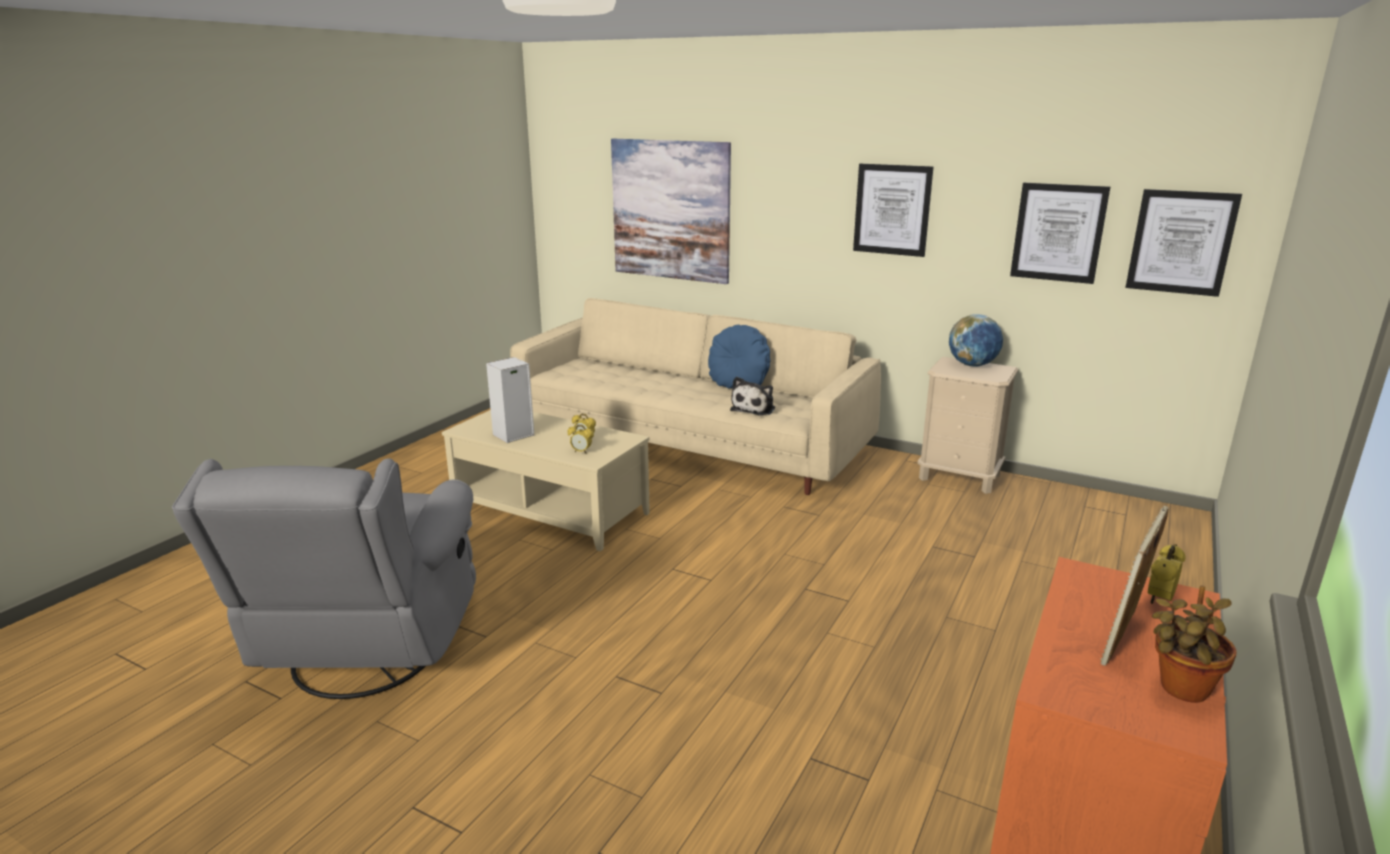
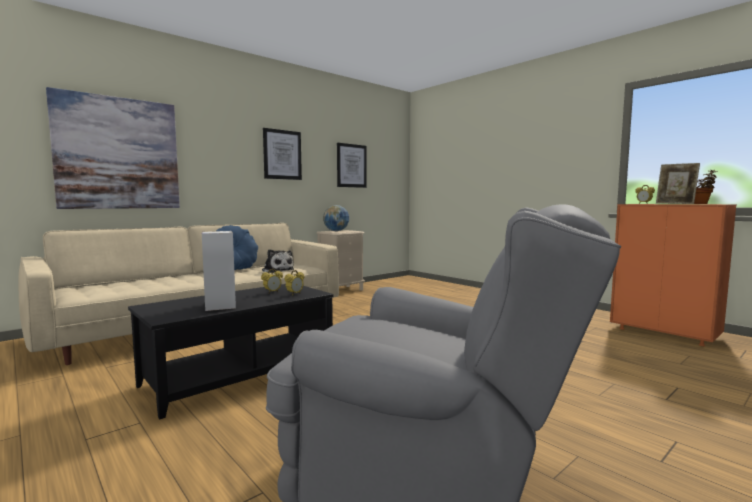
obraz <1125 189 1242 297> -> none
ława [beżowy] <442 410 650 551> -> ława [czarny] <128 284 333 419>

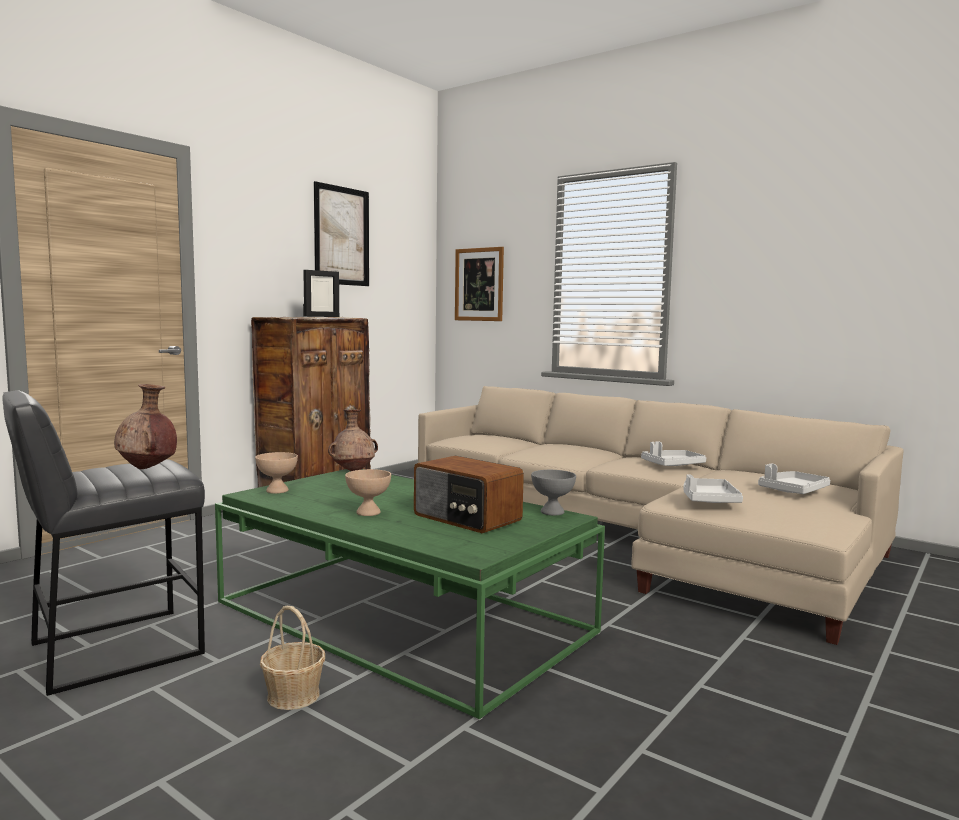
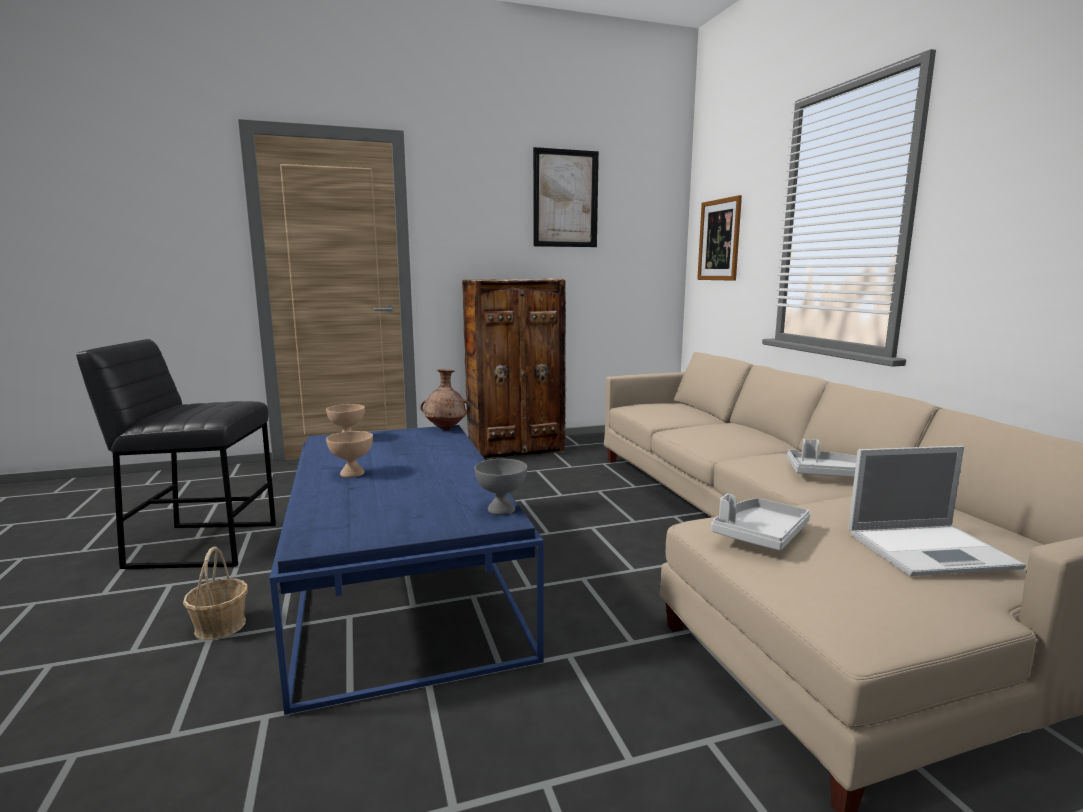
wazon [brązowy] <114 384 177 469> -> none
ramka na zdjęcie <303 270 339 317> -> none
radio <414 456 524 533> -> none
taca [szary] <758 464 830 494> -> laptop <848 446 1026 576>
ława [zielony] <215 469 605 720> -> ława [niebieski] <269 425 544 716>

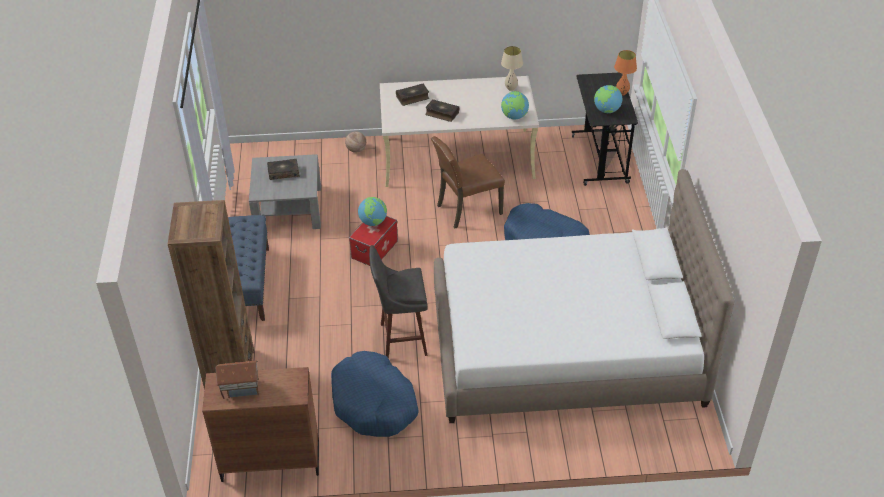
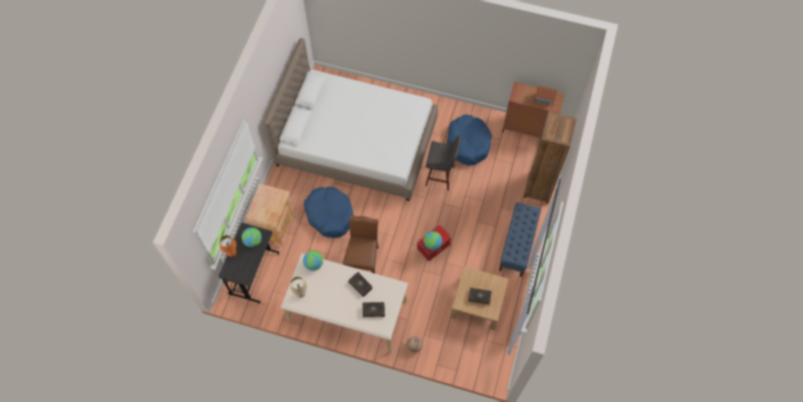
none -> wózek [brązowy] <245 184 294 248>
ława [szary] <249 154 321 229> -> ława [brązowy] <450 266 508 330>
krzesło [brązowy] <431 136 505 228> -> krzesło [brązowy] <343 215 379 273>, 75 degrees counterclockwise

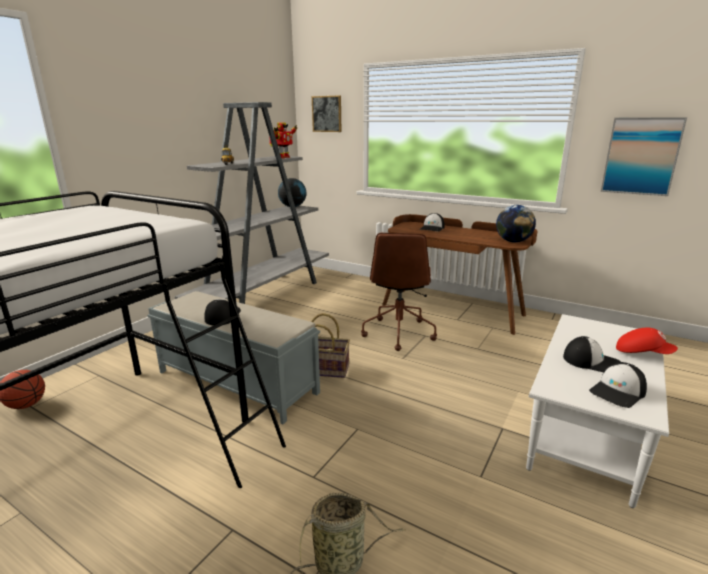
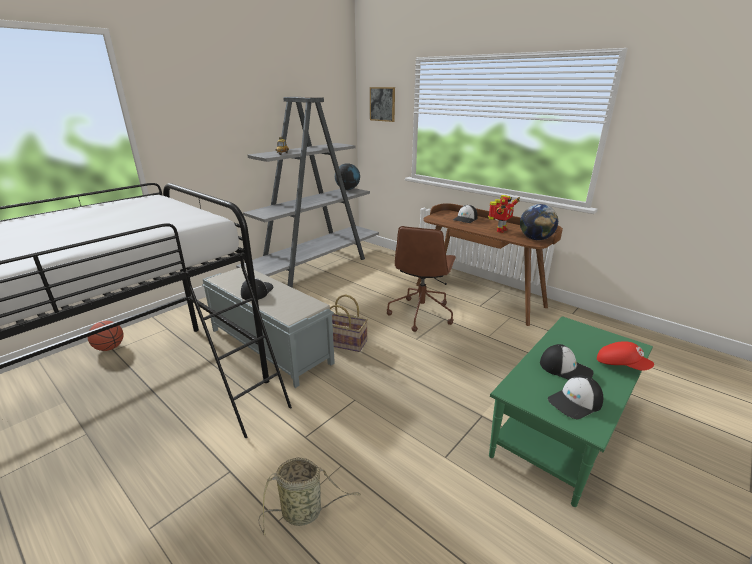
obraz <601 117 687 196> -> none
robot zabawkowy <269 123 297 158> -> robot zabawkowy <488 195 520 233>, move
ława [biały] <526 314 669 508> -> ława [zielony] <489 316 653 507>

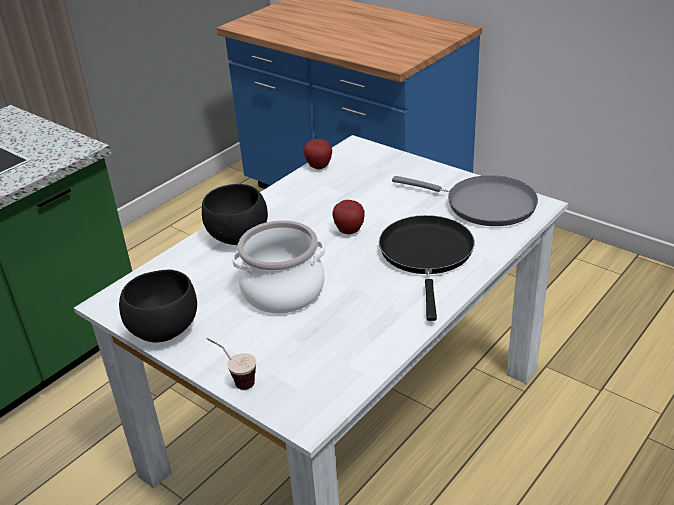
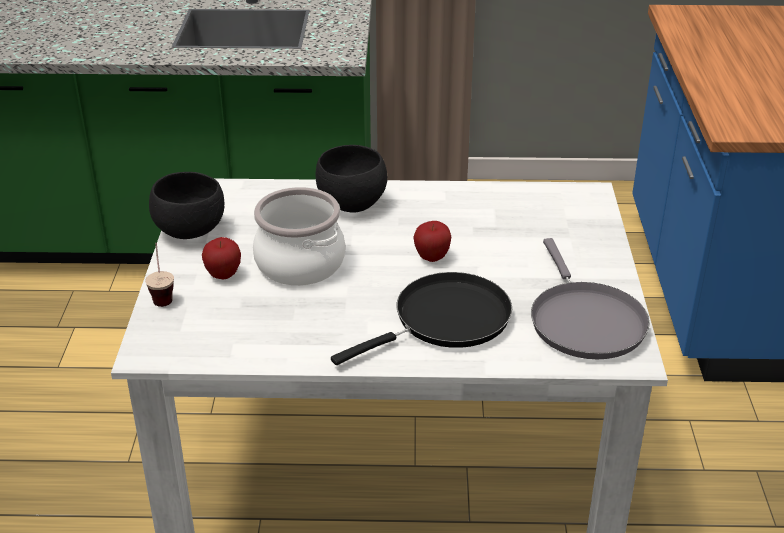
jabłko <304 139 332 169> -> jabłko <202 237 241 279>, move

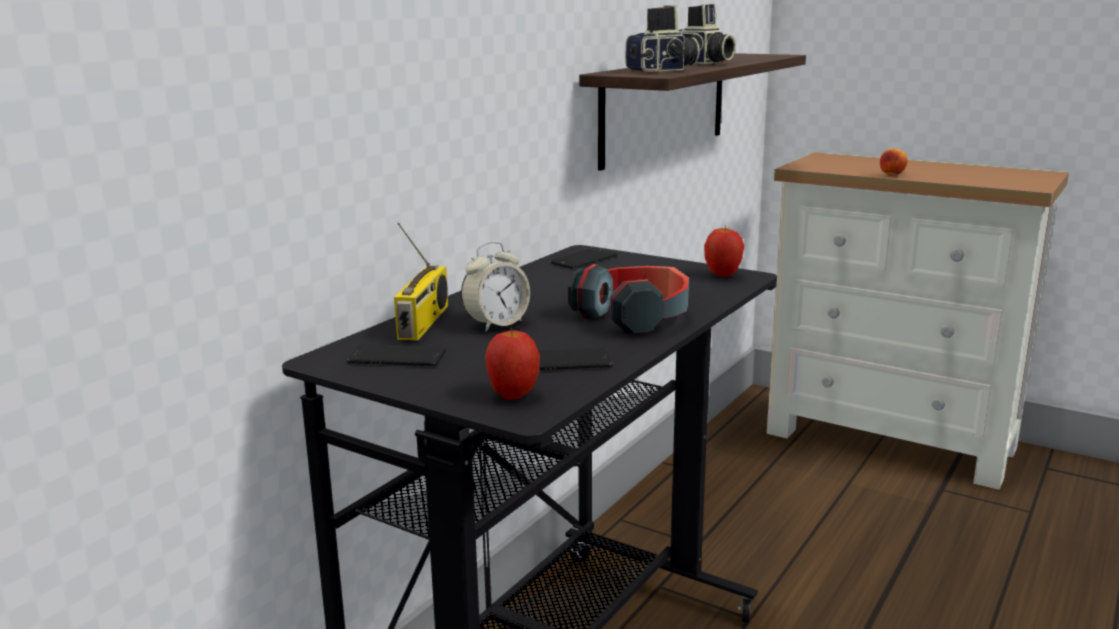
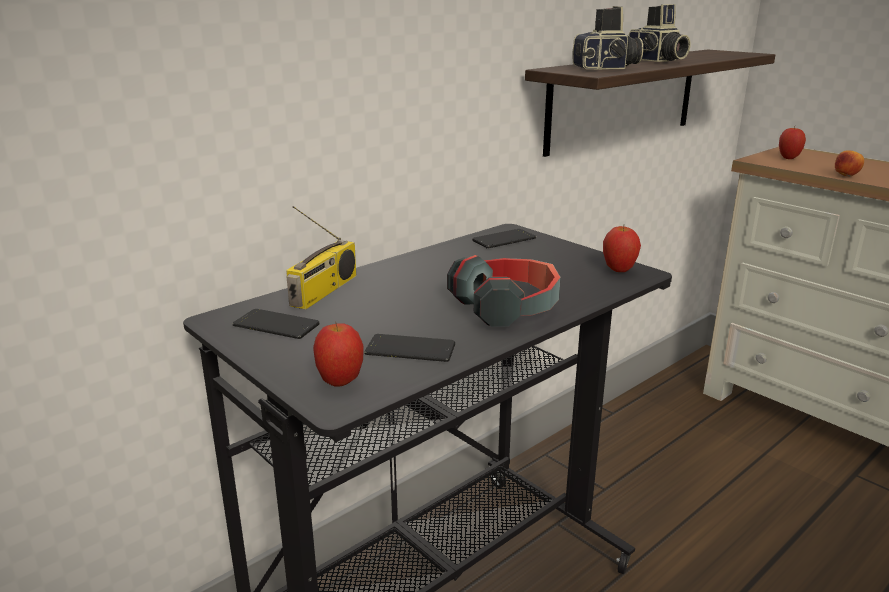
budzik <461 241 530 332> -> none
none -> jabłko <779 127 806 159>

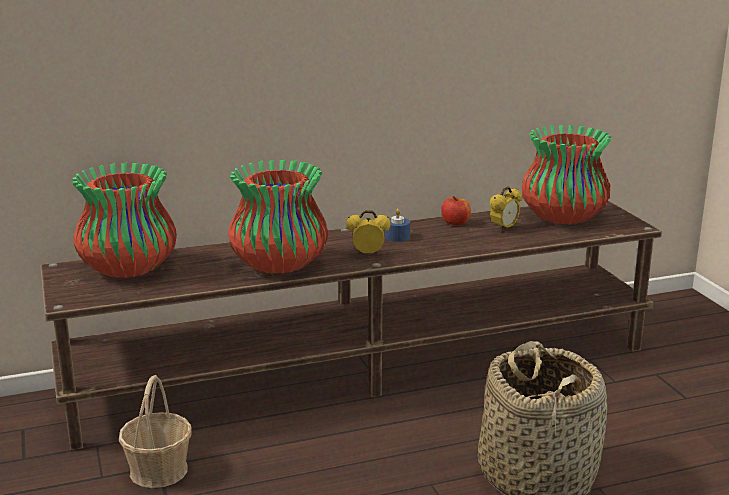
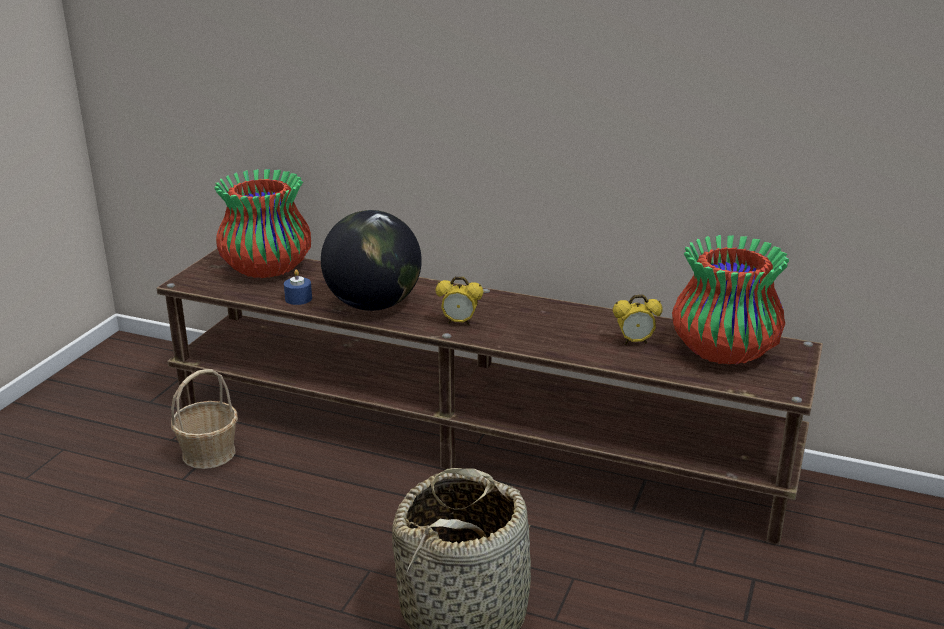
jabłko <441 196 471 225> -> none
świeca [niebieski] <385 209 410 242> -> świeca [niebieski] <284 269 312 305>, move
wazon <228 160 329 274> -> globus <321 210 422 311>
budzik <346 210 391 253> -> budzik <436 277 483 325>, 150 degrees clockwise

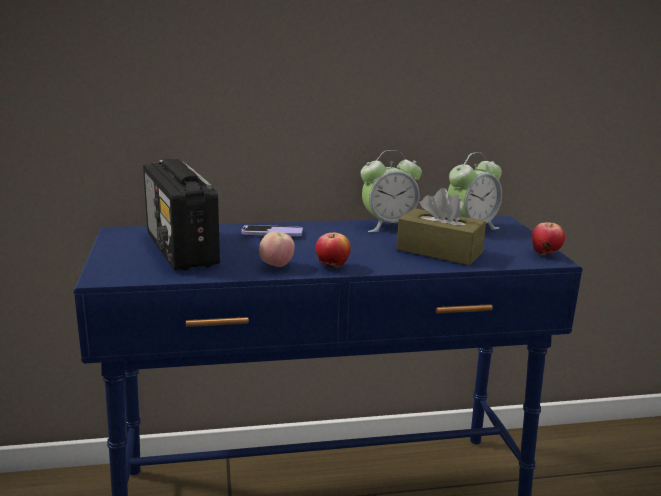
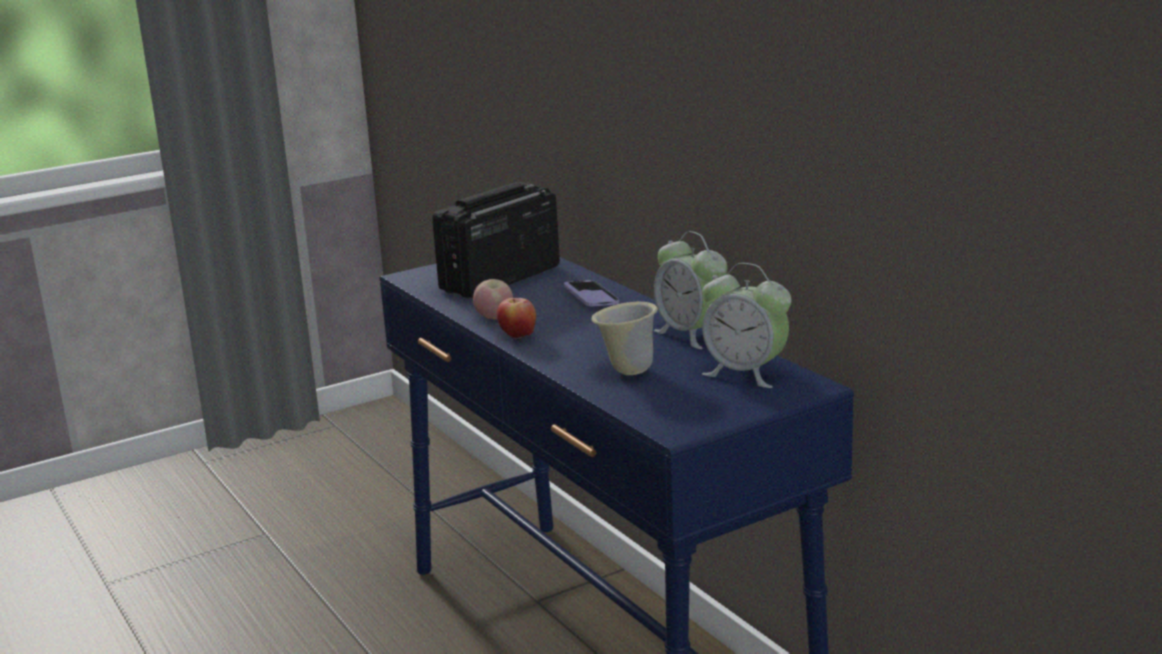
jabłko <532 222 565 255> -> none
pudełko chusteczek [brązowy] <397 188 486 265> -> kubek [beżowy] <591 302 658 375>

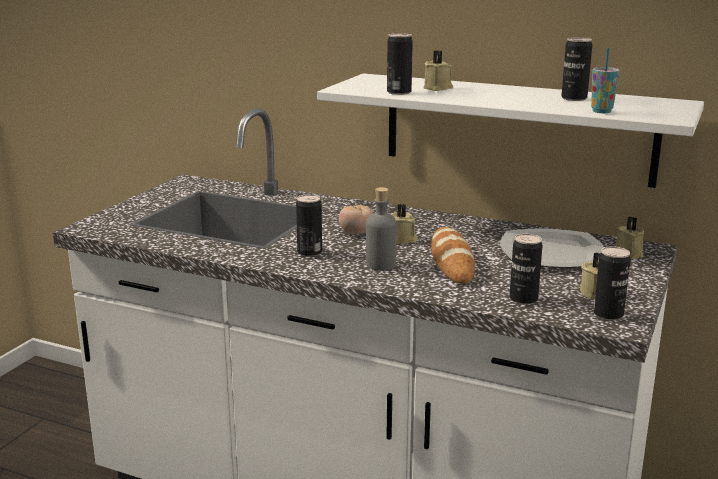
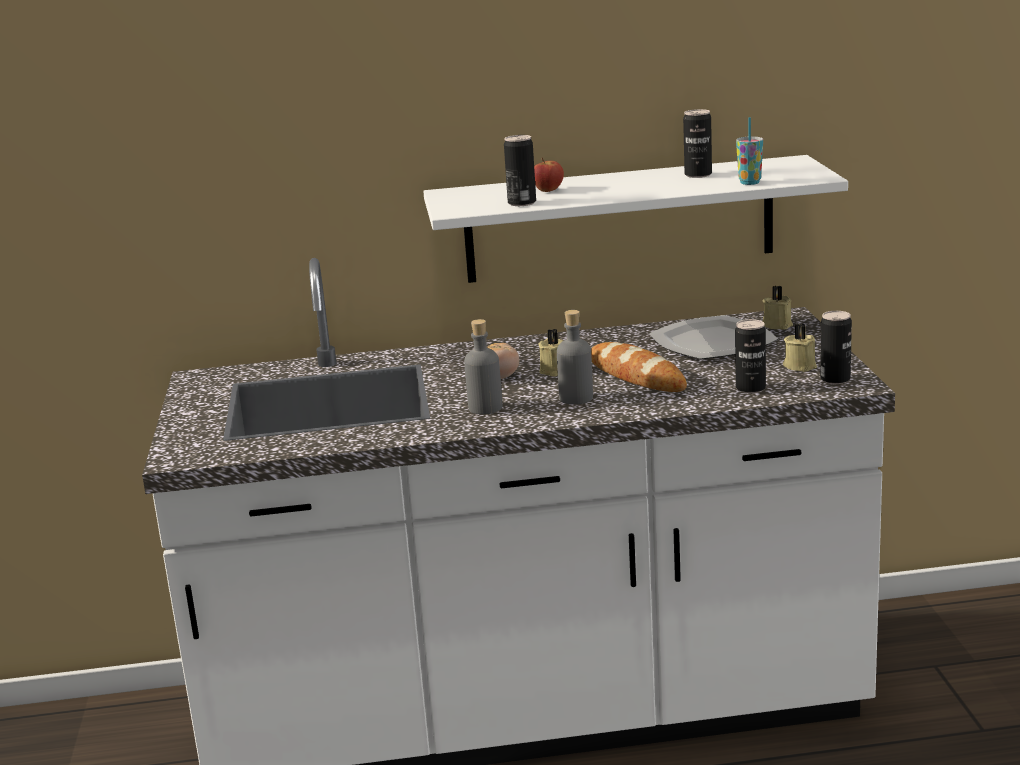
puszka <296 194 322 257> -> butelka [szary] <464 319 502 415>
świeca [beżowy] <424 50 453 91> -> jabłko <534 157 564 192>

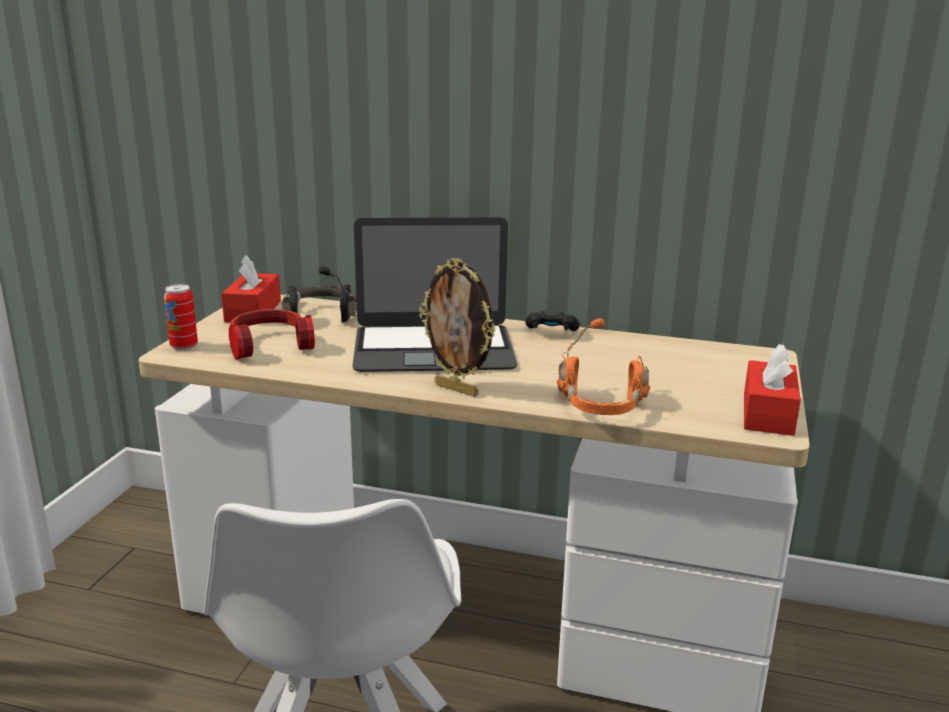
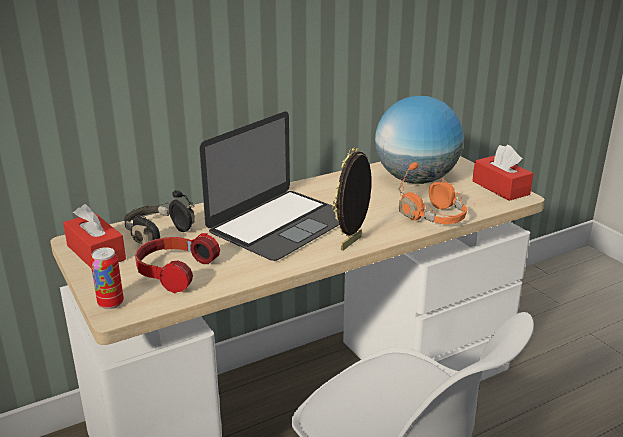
pad do gier [czarny] <525 311 580 331> -> none
none -> globus <375 96 464 184>
ramka na zdjęcie <419 258 496 397> -> ramka na zdjęcie <332 147 372 251>, 135 degrees clockwise

